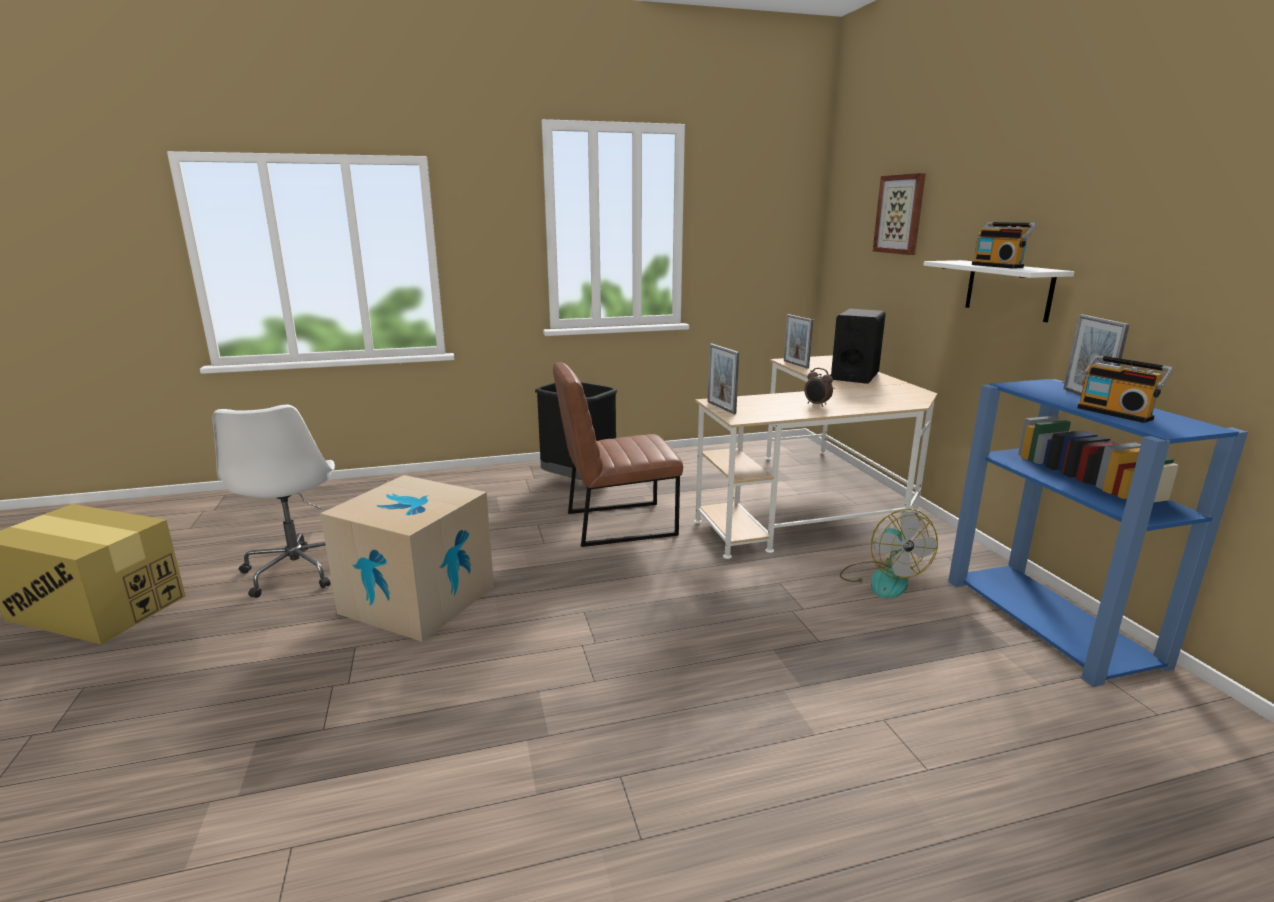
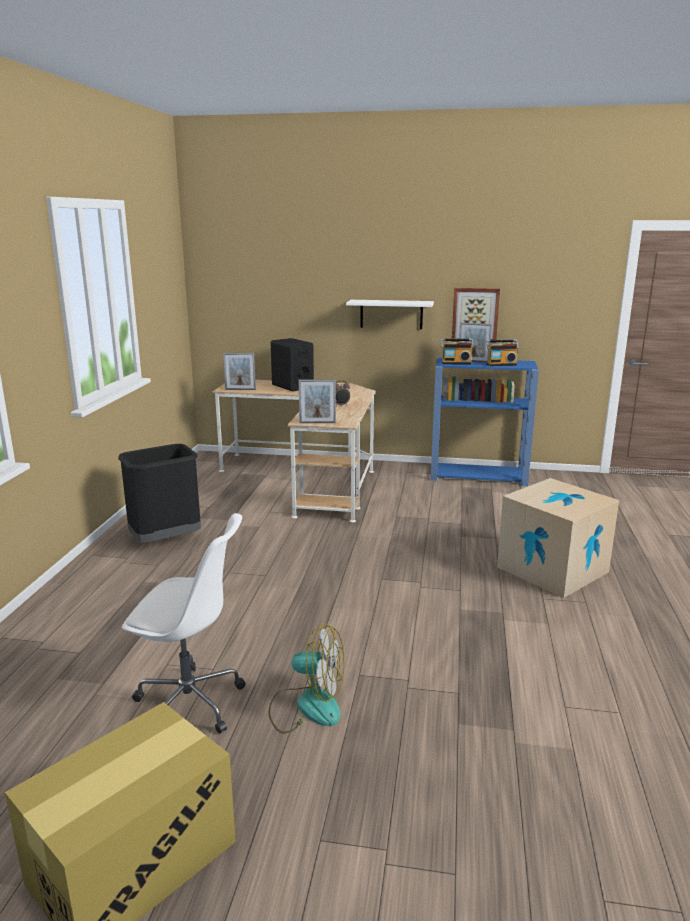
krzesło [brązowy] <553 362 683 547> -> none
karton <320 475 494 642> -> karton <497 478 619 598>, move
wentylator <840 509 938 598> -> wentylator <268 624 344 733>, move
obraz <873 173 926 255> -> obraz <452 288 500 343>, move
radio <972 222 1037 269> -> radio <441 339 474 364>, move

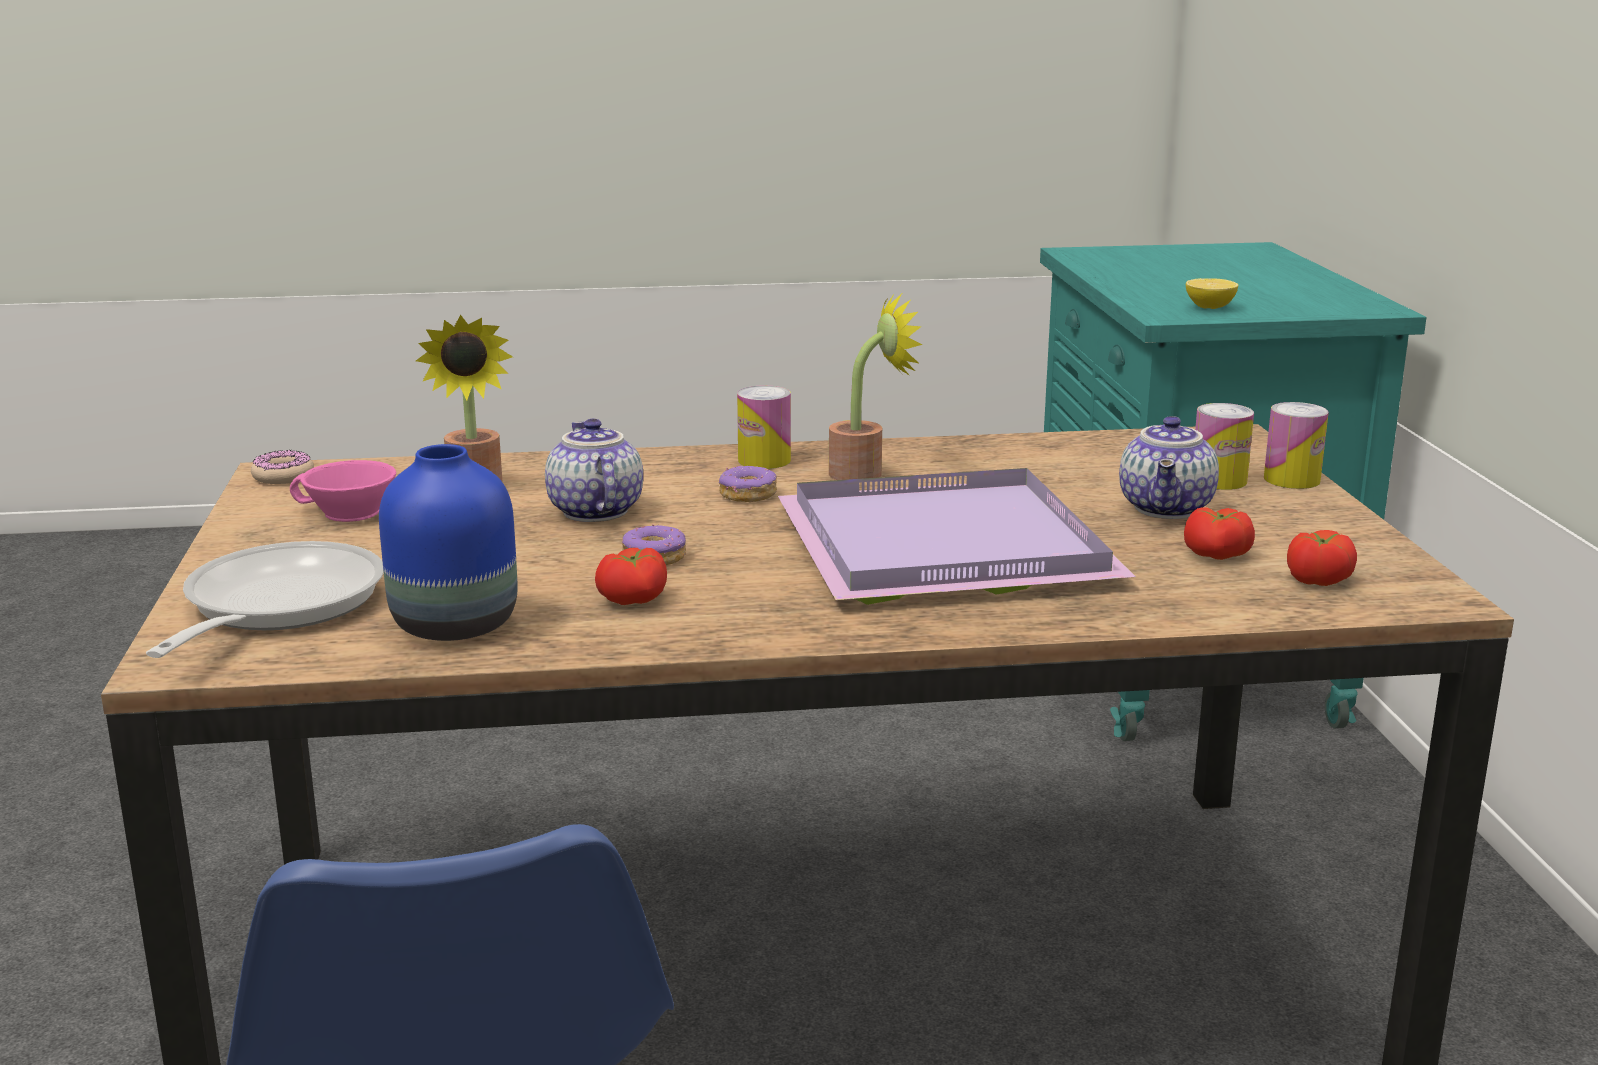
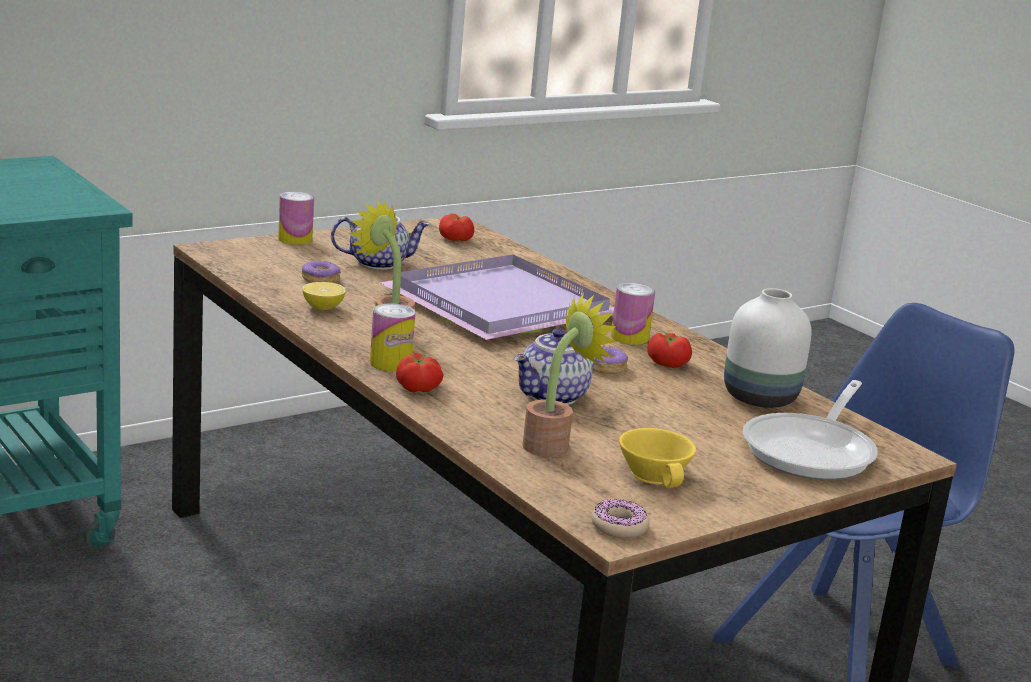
donut <719 466 777 502> -> donut <302 261 341 283>, move
pomidor <1184 507 1255 560> -> pomidor <396 353 444 393>, move
cytryna <1186 278 1238 309> -> cytryna <302 282 346 310>, move
puszka <1195 403 1254 490> -> puszka <611 283 655 345>, move
filiżanka [różowy] <290 460 396 522> -> filiżanka [żółty] <619 428 696 488>
wazon [niebieski] <379 444 518 641> -> wazon [biały] <724 288 812 408>
patelnia <146 541 384 658> -> patelnia <743 380 878 480>, 45 degrees counterclockwise

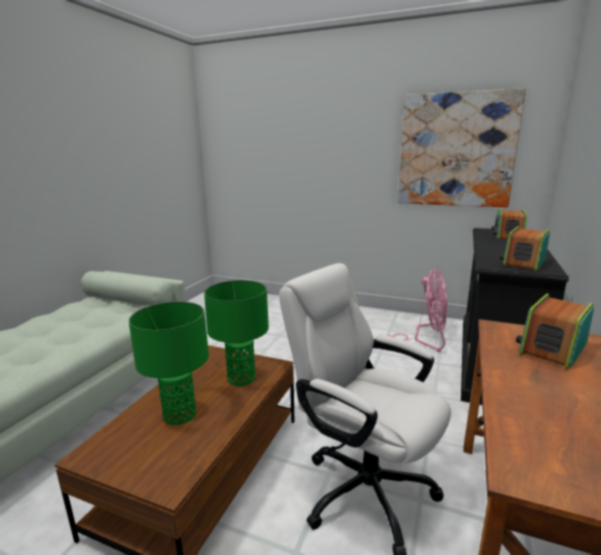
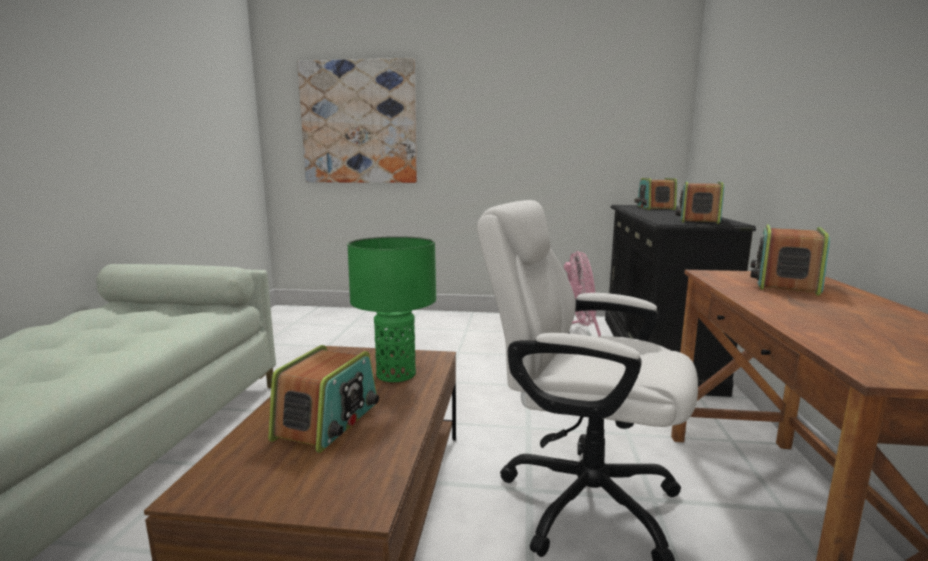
obraz <398 88 526 207> -> obraz <297 58 417 183>, move
lampa stołowa [zielony] <129 301 209 425> -> radio <268 345 379 453>

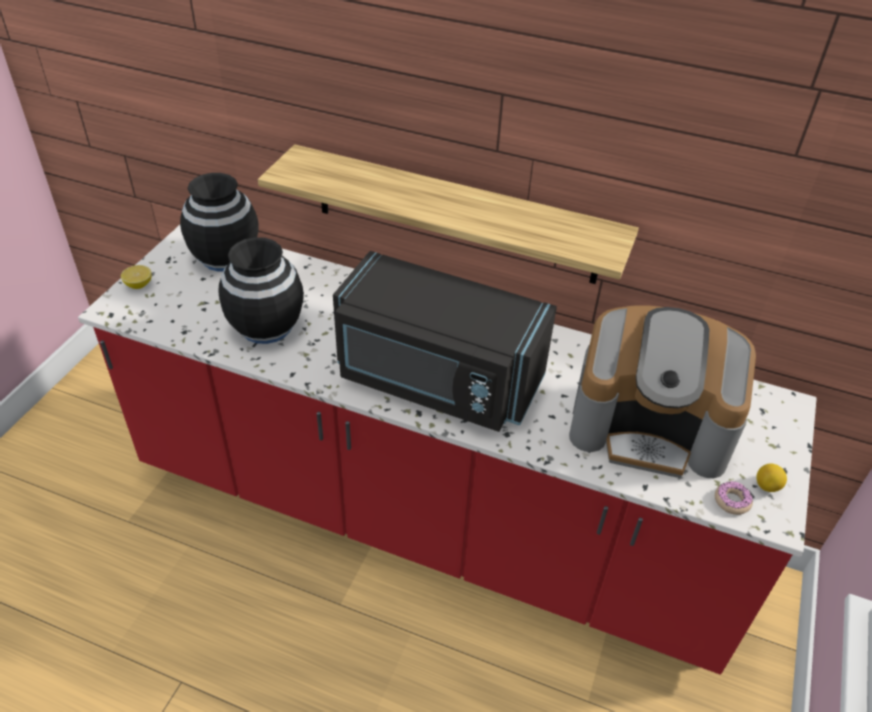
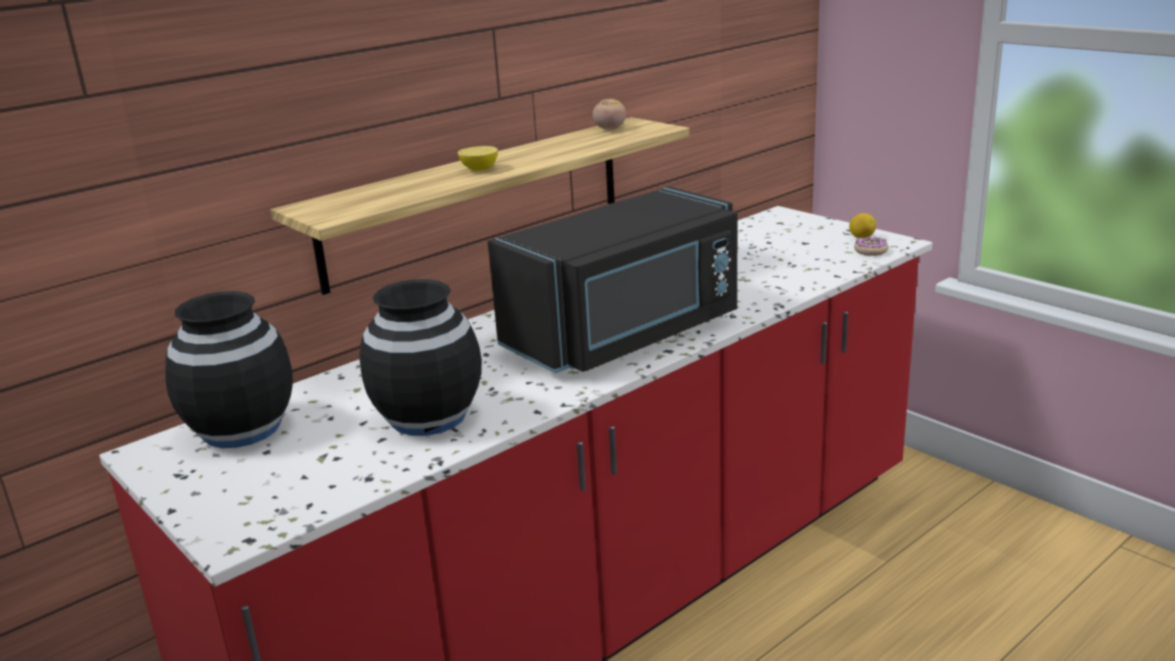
ekspres do kawy <569 306 756 478> -> none
none -> pomidor <592 99 626 130>
cytryna <121 265 152 289> -> cytryna <458 146 498 171>, move

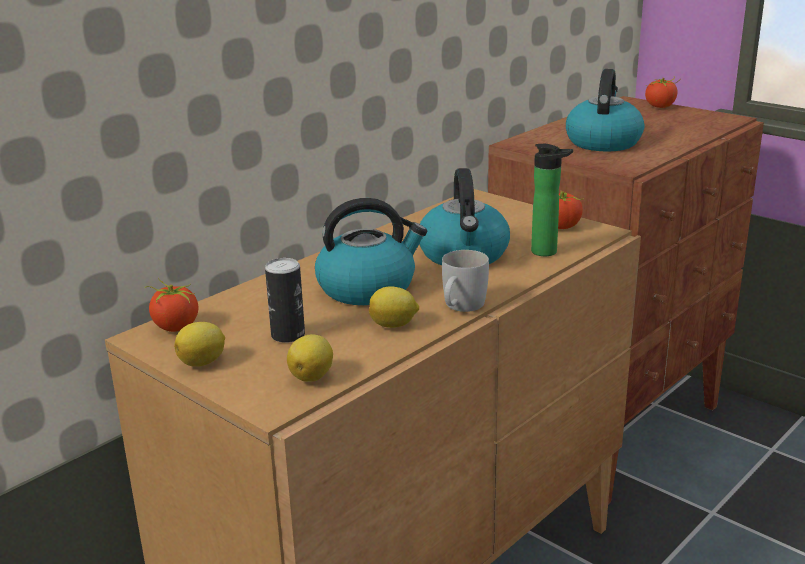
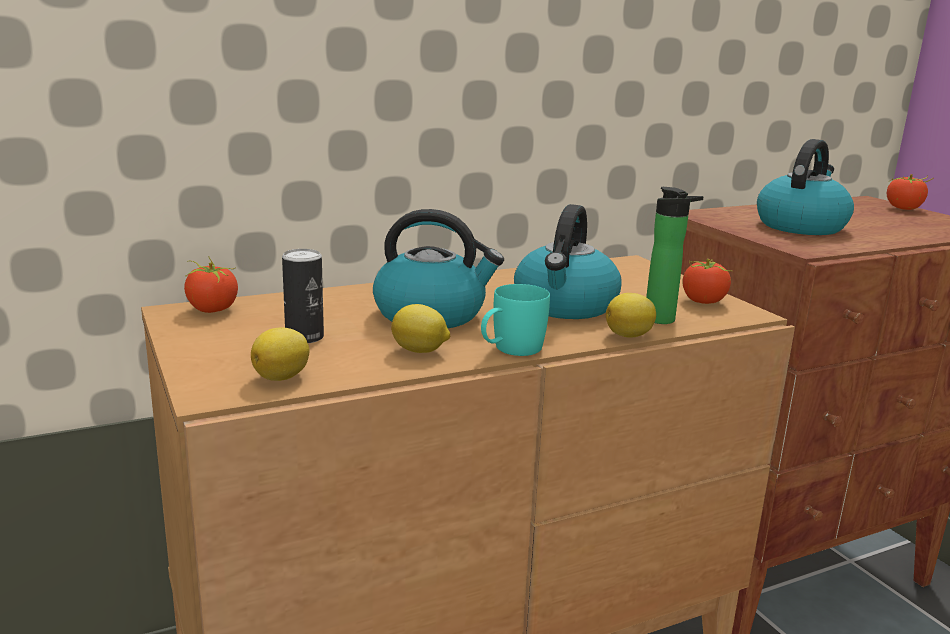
cytryna <174 322 225 367> -> cytryna <606 293 656 338>, move
kubek [biały] <442 250 489 312> -> kubek [turkusowy] <481 284 550 356>

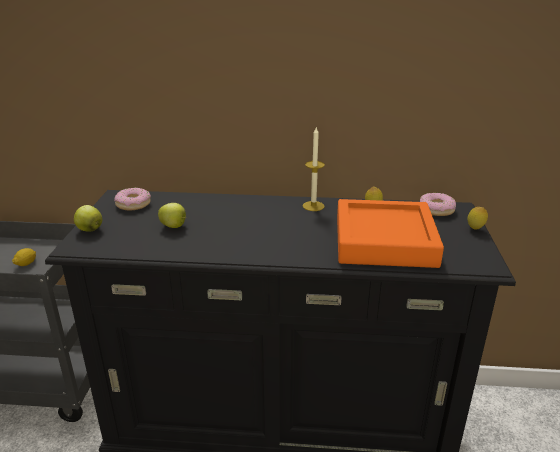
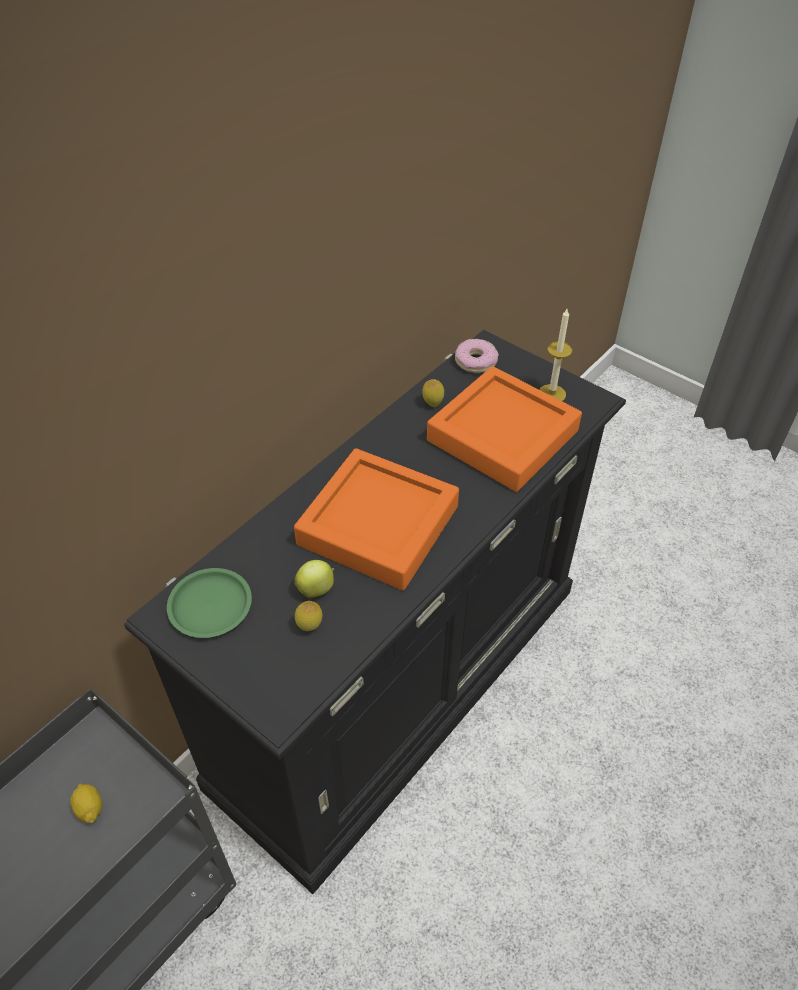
jabłko <74 205 102 232> -> none
none -> taca [pomarańczowy] <294 448 459 590>
świeca <303 128 325 211> -> świeca <539 309 572 401>, move
cytryna <468 207 488 230> -> cytryna <295 601 322 631>, move
donut <114 188 151 210> -> talerz [zielony] <167 568 252 638>

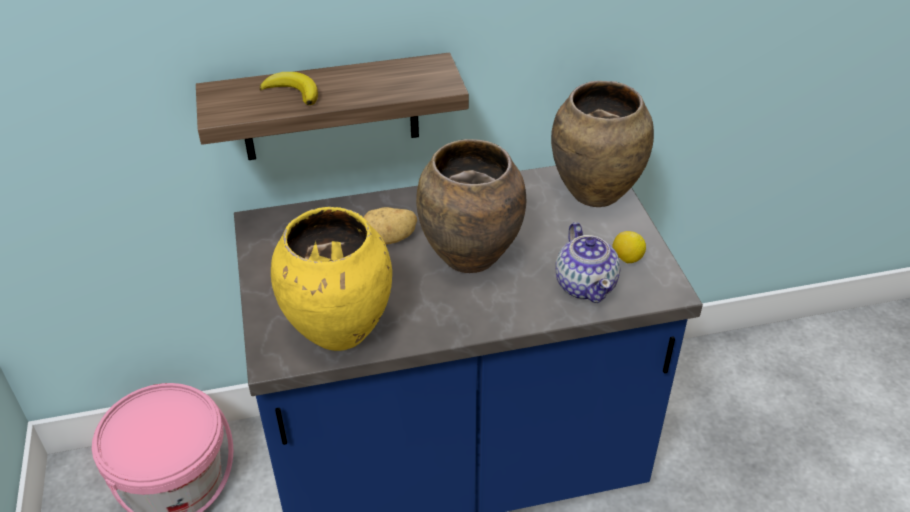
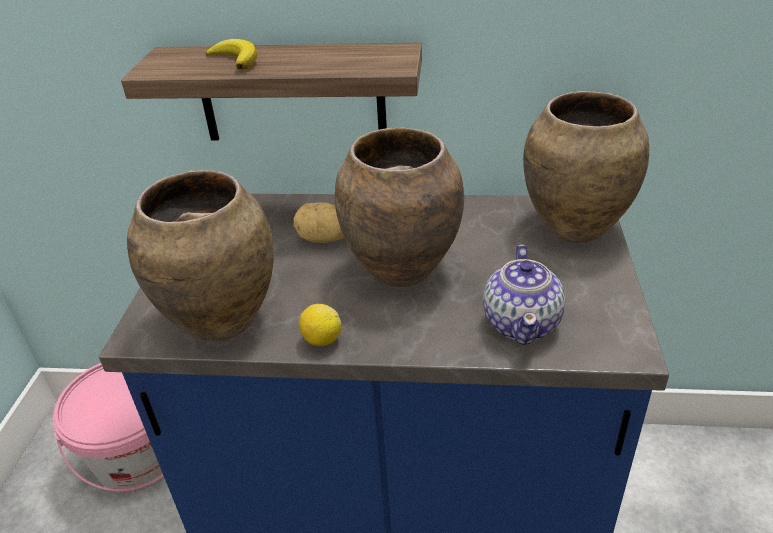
cytryna <612 231 646 263> -> cytryna <299 304 341 346>, move
wazon [żółty] <271 207 392 351> -> wazon [brązowy] <127 170 274 341>

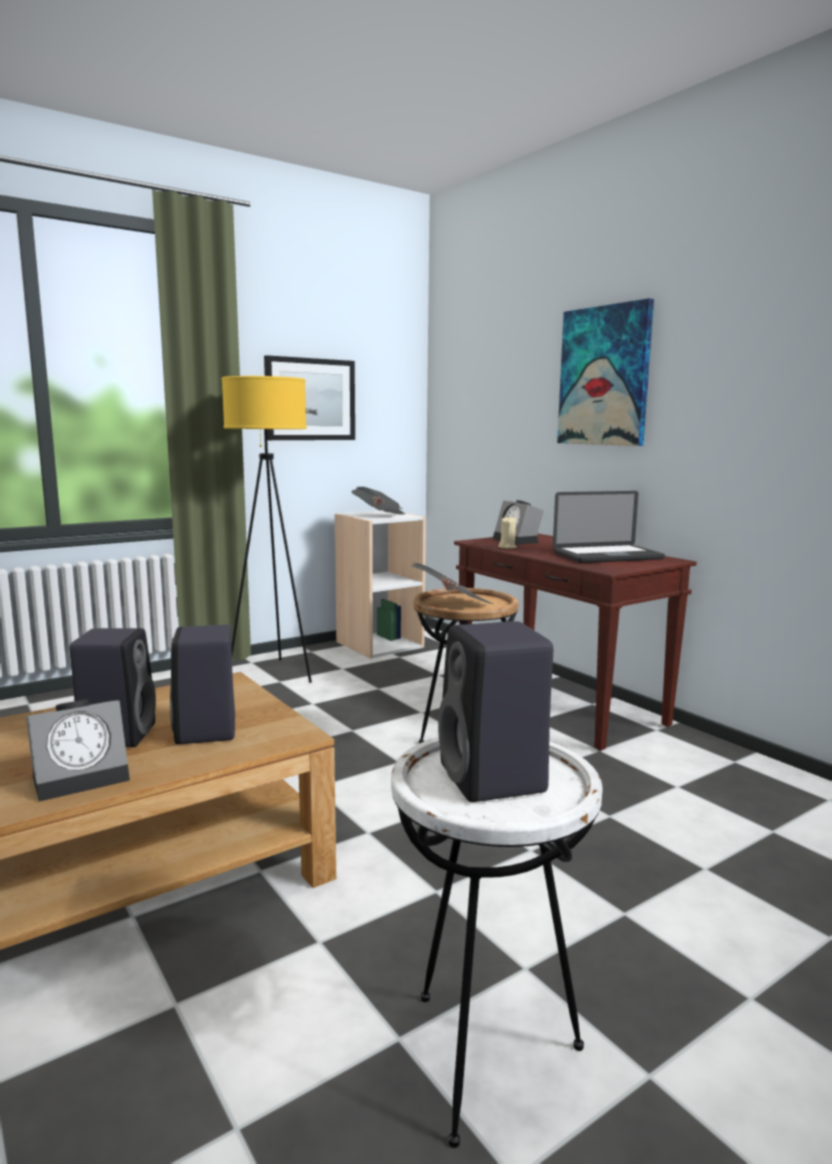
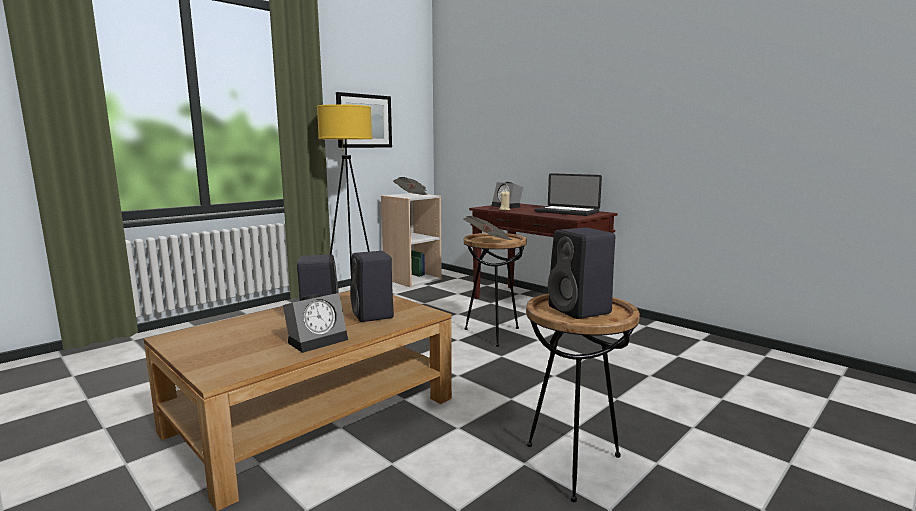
obraz <557 298 654 446> -> none
stolik [biały] <391 737 603 1148> -> stolik [brązowy] <526 293 640 502>
laptop <553 491 665 563> -> laptop <534 173 602 216>, 60 degrees clockwise

